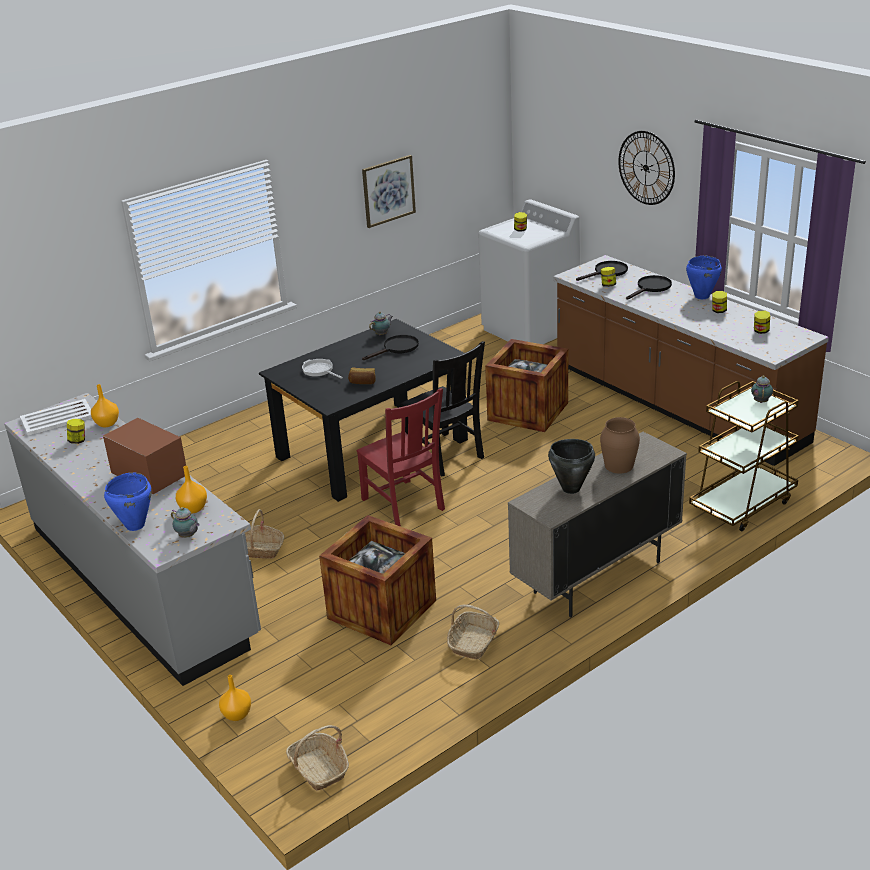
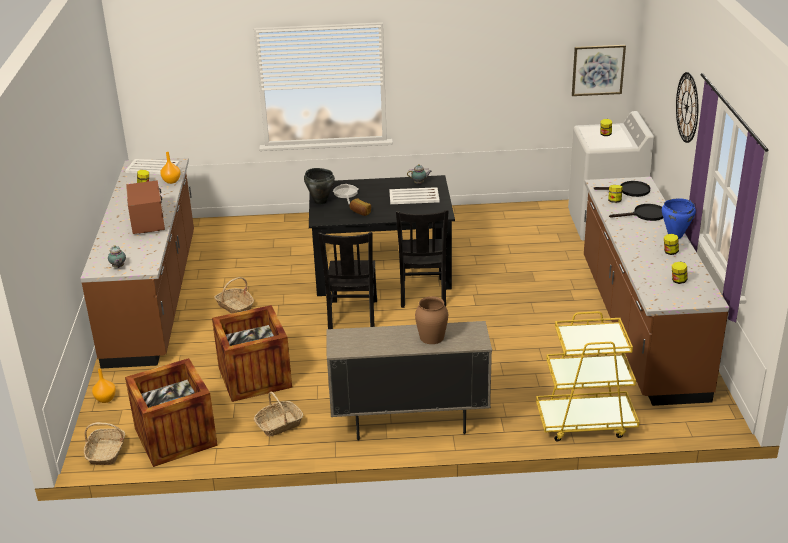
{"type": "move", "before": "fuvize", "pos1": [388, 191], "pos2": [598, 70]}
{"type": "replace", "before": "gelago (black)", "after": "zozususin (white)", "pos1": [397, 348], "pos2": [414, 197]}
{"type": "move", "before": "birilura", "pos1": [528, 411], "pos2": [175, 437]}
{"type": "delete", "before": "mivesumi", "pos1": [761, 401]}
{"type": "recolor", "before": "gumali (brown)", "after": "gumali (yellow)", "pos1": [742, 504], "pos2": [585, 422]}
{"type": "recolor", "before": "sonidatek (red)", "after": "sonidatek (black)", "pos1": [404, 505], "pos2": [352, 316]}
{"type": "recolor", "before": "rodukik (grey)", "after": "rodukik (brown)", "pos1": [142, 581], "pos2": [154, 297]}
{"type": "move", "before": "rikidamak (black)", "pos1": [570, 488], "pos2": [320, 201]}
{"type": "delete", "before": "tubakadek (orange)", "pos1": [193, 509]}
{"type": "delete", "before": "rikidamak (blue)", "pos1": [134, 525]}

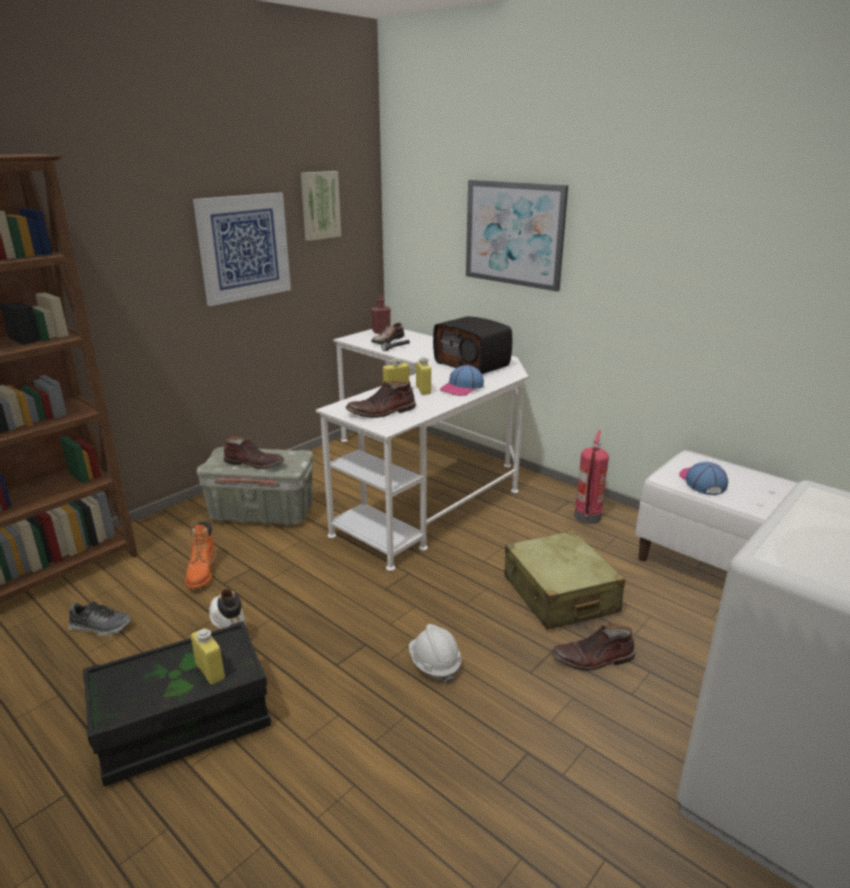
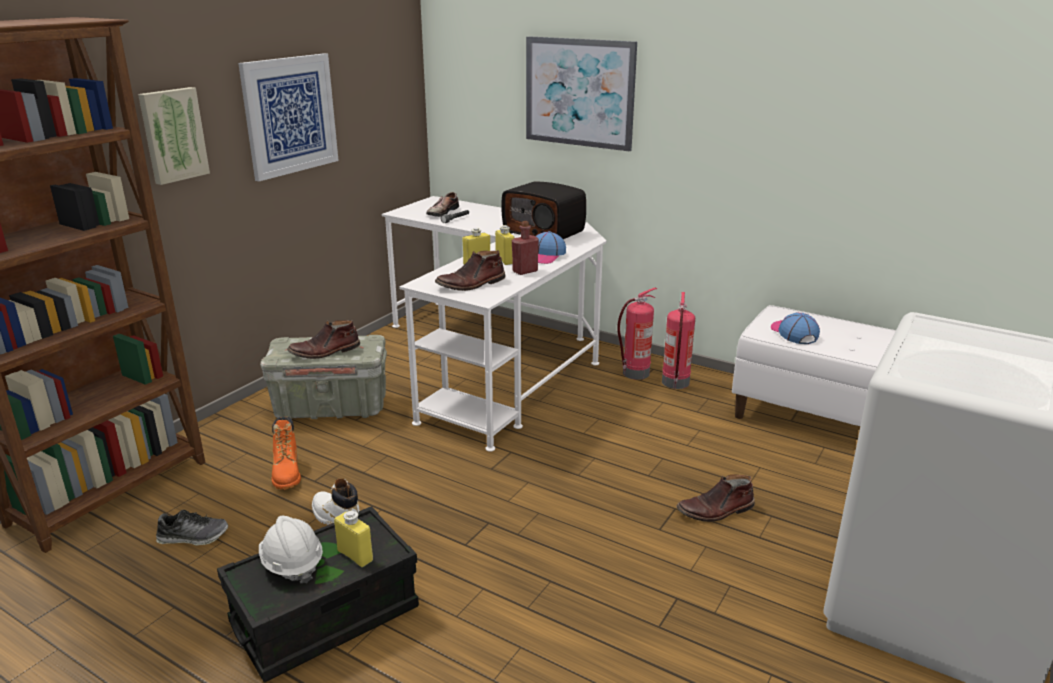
{"type": "move", "before": "fuvize", "pos1": [319, 205], "pos2": [173, 135]}
{"type": "move", "before": "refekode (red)", "pos1": [381, 332], "pos2": [525, 271]}
{"type": "rotate", "before": "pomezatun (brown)", "pos1": [255, 463], "pos2": [325, 352], "turn": 150}
{"type": "delete", "before": "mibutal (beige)", "pos1": [559, 594]}
{"type": "move", "before": "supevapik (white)", "pos1": [434, 664], "pos2": [292, 564]}
{"type": "insert", "after": "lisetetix", "pos2": [635, 373]}

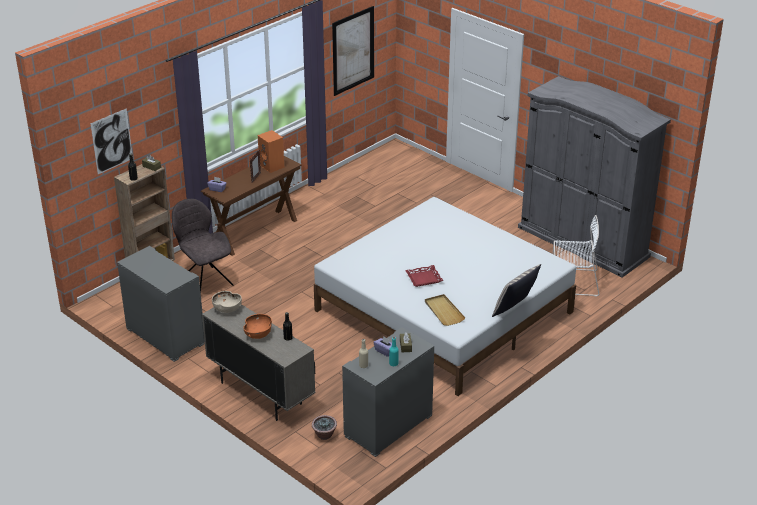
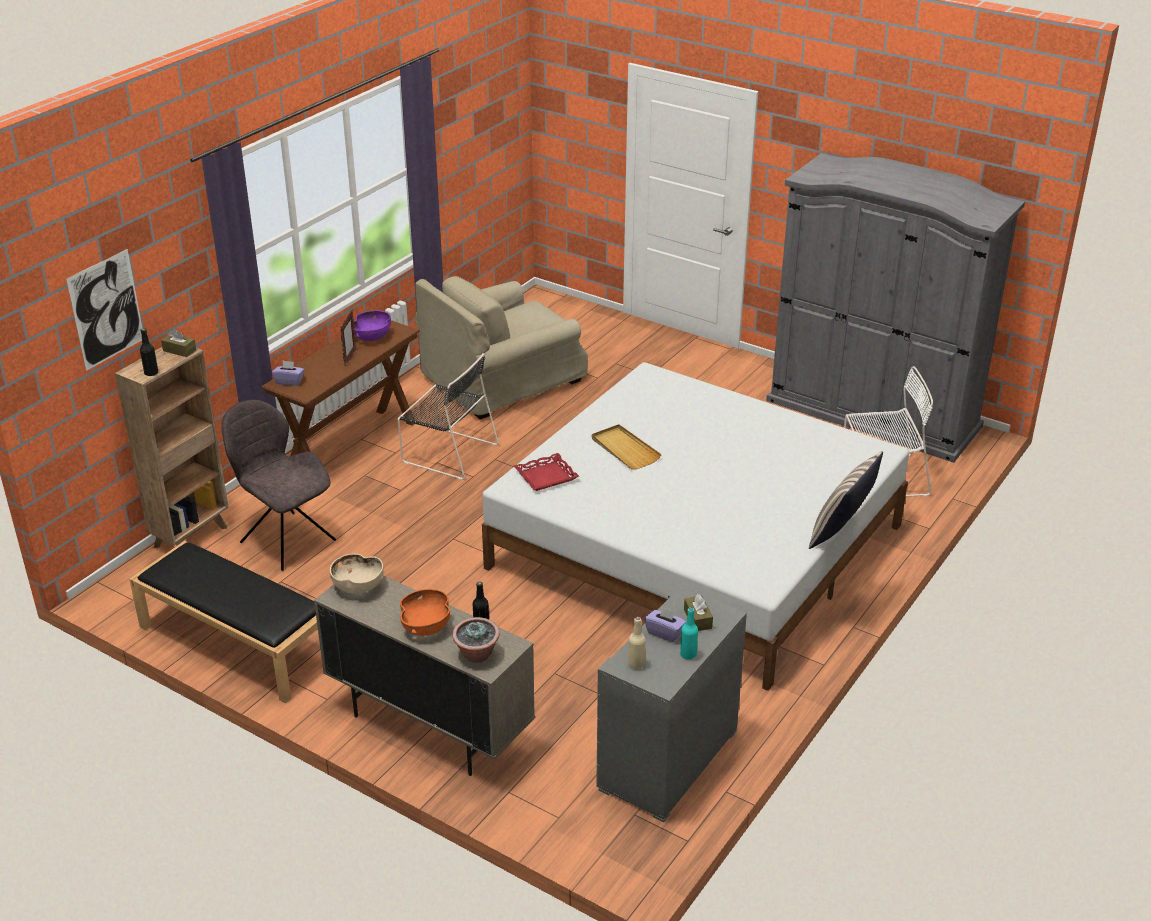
{"type": "delete", "before": "fuvize", "pos1": [353, 50]}
{"type": "replace", "before": "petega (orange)", "after": "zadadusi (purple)", "pos1": [272, 166], "pos2": [372, 337]}
{"type": "replace", "before": "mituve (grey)", "after": "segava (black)", "pos1": [164, 336], "pos2": [235, 643]}
{"type": "move", "before": "zozususin (red)", "pos1": [424, 278], "pos2": [546, 476]}
{"type": "move", "before": "zozususin (beige)", "pos1": [443, 311], "pos2": [624, 449]}
{"type": "move", "before": "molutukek", "pos1": [324, 435], "pos2": [477, 655]}
{"type": "insert", "after": "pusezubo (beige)", "pos2": [504, 379]}
{"type": "insert", "after": "sonidatek (black)", "pos2": [447, 452]}

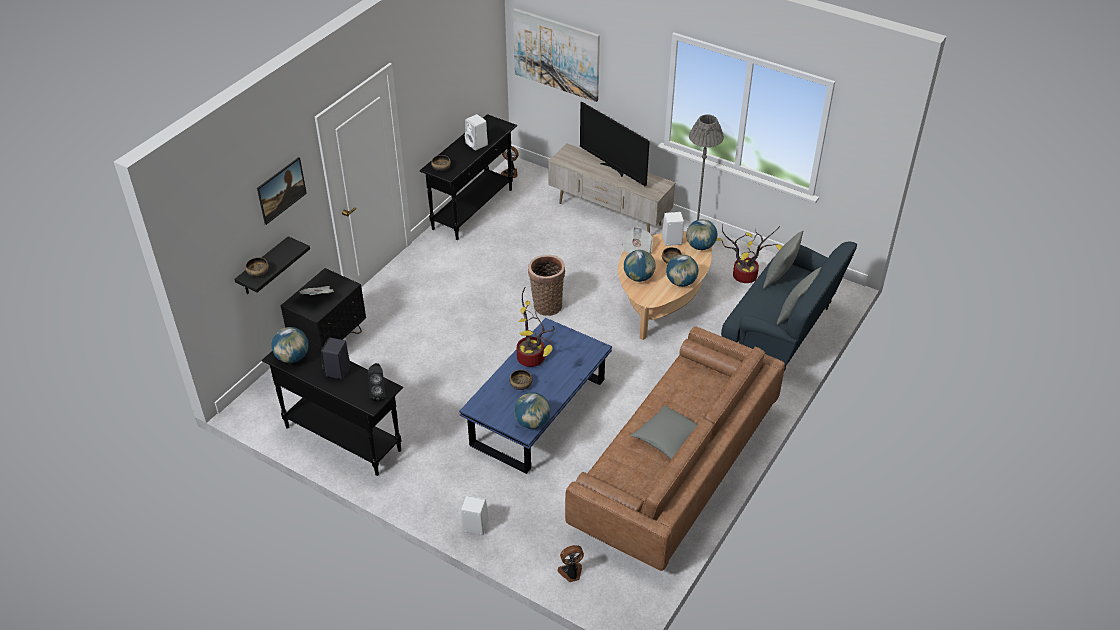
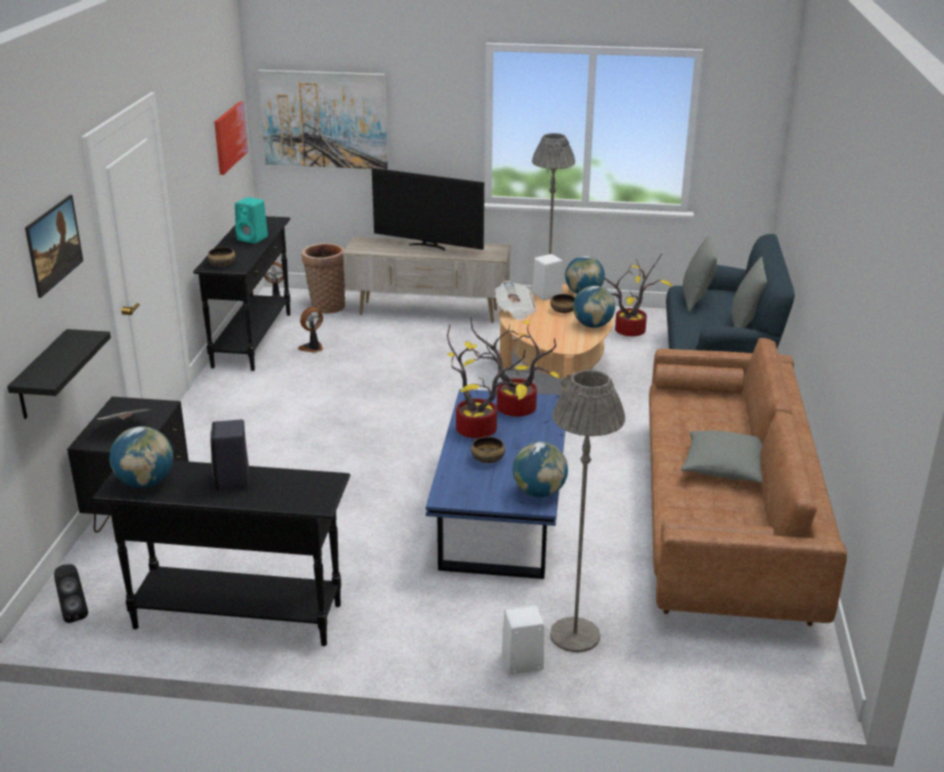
{"type": "recolor", "before": "petega (white)", "after": "petega (turquoise)", "pos1": [477, 144], "pos2": [253, 239]}
{"type": "delete", "before": "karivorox", "pos1": [638, 277]}
{"type": "move", "before": "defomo", "pos1": [546, 304], "pos2": [326, 306]}
{"type": "delete", "before": "zadadusi", "pos1": [258, 273]}
{"type": "move", "before": "petega (black)", "pos1": [378, 393], "pos2": [73, 613]}
{"type": "move", "before": "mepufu", "pos1": [571, 573], "pos2": [312, 348]}
{"type": "insert", "after": "fuvize", "pos2": [229, 137]}
{"type": "insert", "after": "molutukek", "pos2": [512, 409]}
{"type": "insert", "after": "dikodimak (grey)", "pos2": [574, 635]}

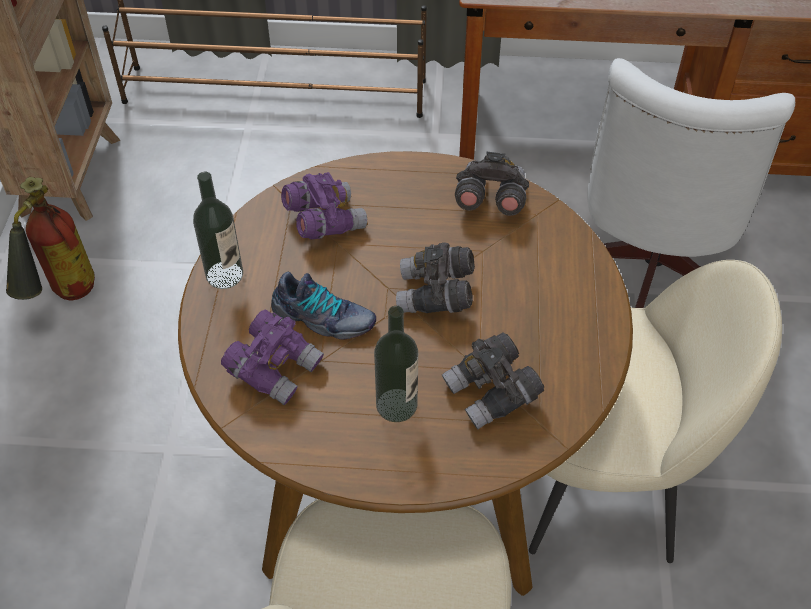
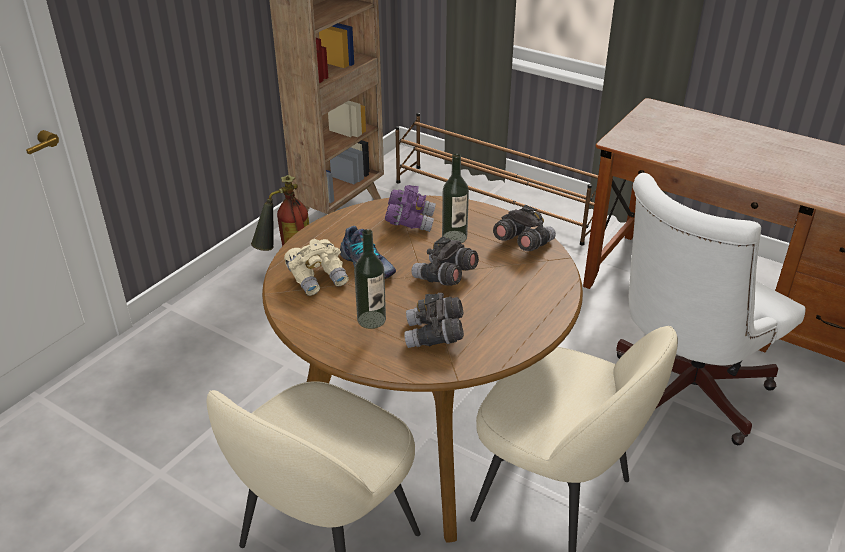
{"type": "move", "before": "refekode", "pos1": [224, 275], "pos2": [454, 237]}
{"type": "recolor", "before": "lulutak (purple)", "after": "lulutak (beige)", "pos1": [275, 368], "pos2": [318, 278]}

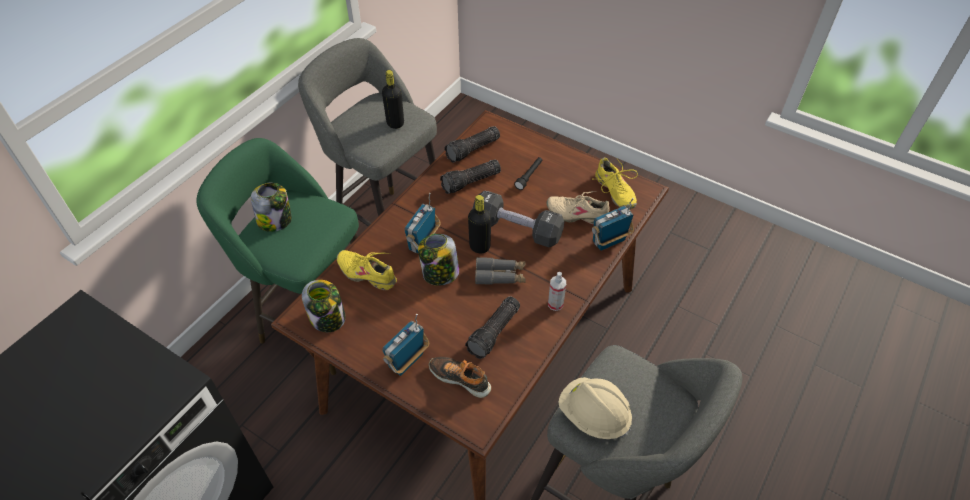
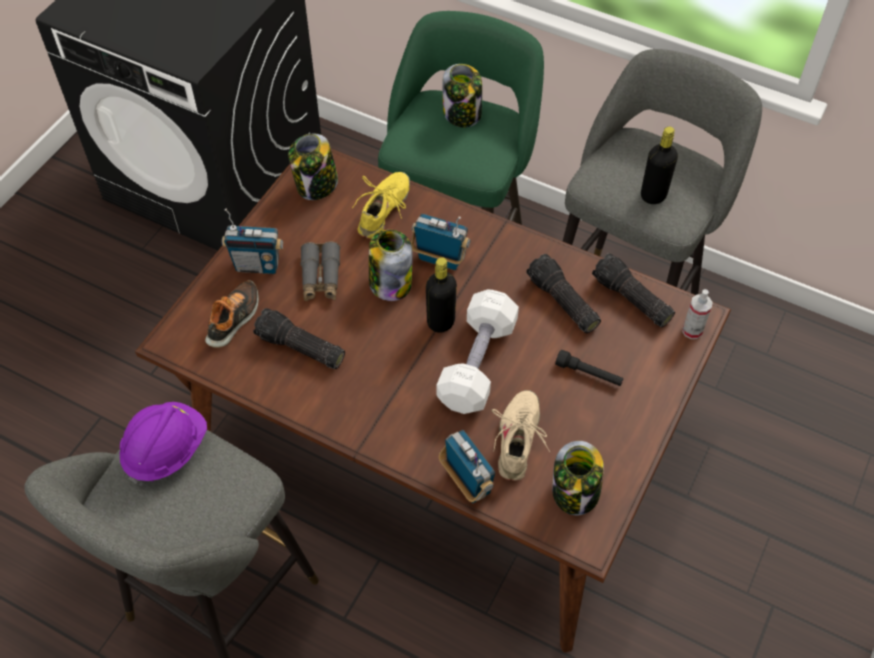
{"type": "replace", "before": "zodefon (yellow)", "after": "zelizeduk", "pos1": [614, 192], "pos2": [575, 492]}
{"type": "recolor", "before": "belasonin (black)", "after": "belasonin (white)", "pos1": [517, 229], "pos2": [477, 363]}
{"type": "move", "before": "lulutak (grey)", "pos1": [500, 275], "pos2": [321, 278]}
{"type": "move", "before": "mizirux", "pos1": [555, 304], "pos2": [692, 330]}
{"type": "rotate", "before": "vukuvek", "pos1": [407, 361], "pos2": [257, 265], "turn": 150}
{"type": "recolor", "before": "supevapik (beige)", "after": "supevapik (purple)", "pos1": [593, 415], "pos2": [166, 450]}

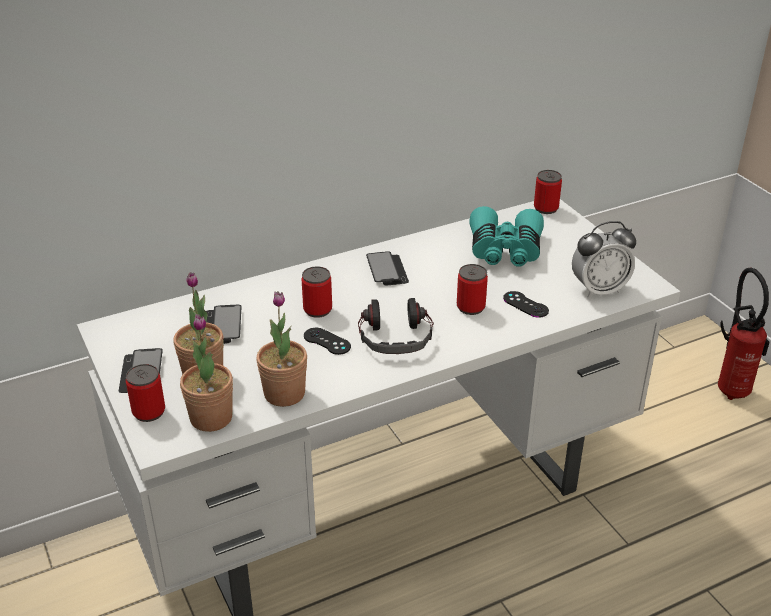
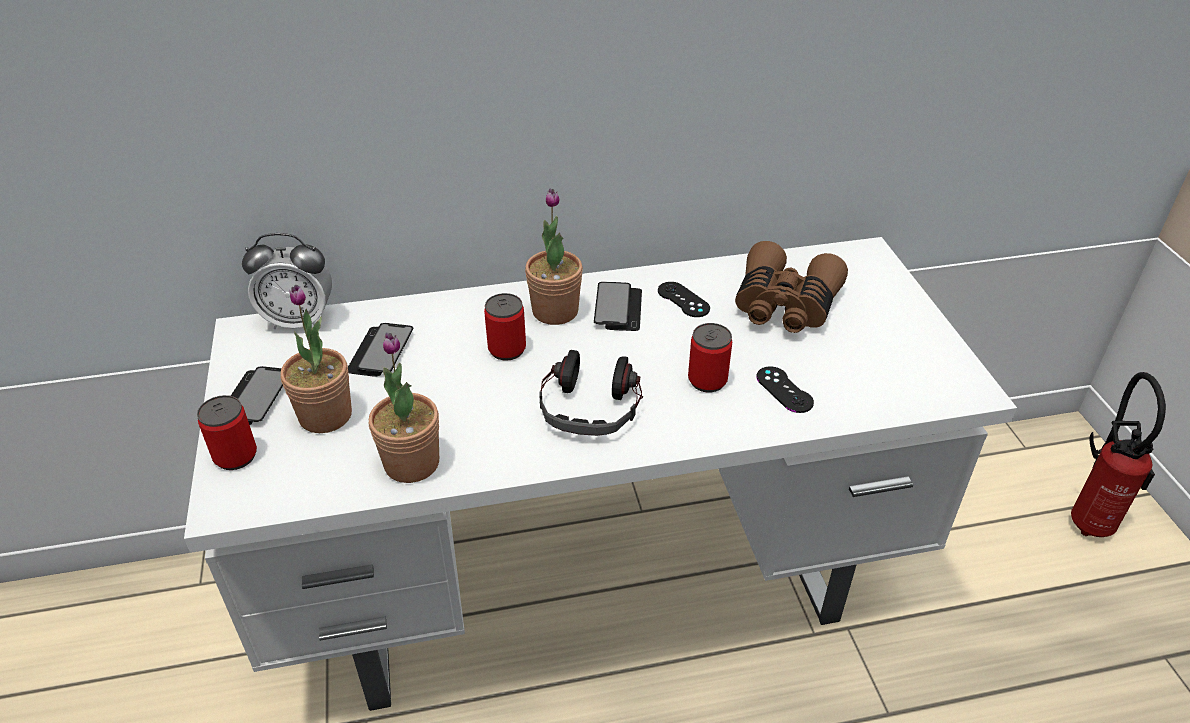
{"type": "delete", "before": "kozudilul", "pos1": [546, 208]}
{"type": "recolor", "before": "lulutak (turquoise)", "after": "lulutak (brown)", "pos1": [505, 251], "pos2": [784, 305]}
{"type": "move", "before": "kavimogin", "pos1": [599, 290], "pos2": [299, 321]}
{"type": "move", "before": "molutukek", "pos1": [211, 418], "pos2": [555, 311]}
{"type": "move", "before": "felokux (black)", "pos1": [327, 341], "pos2": [683, 300]}

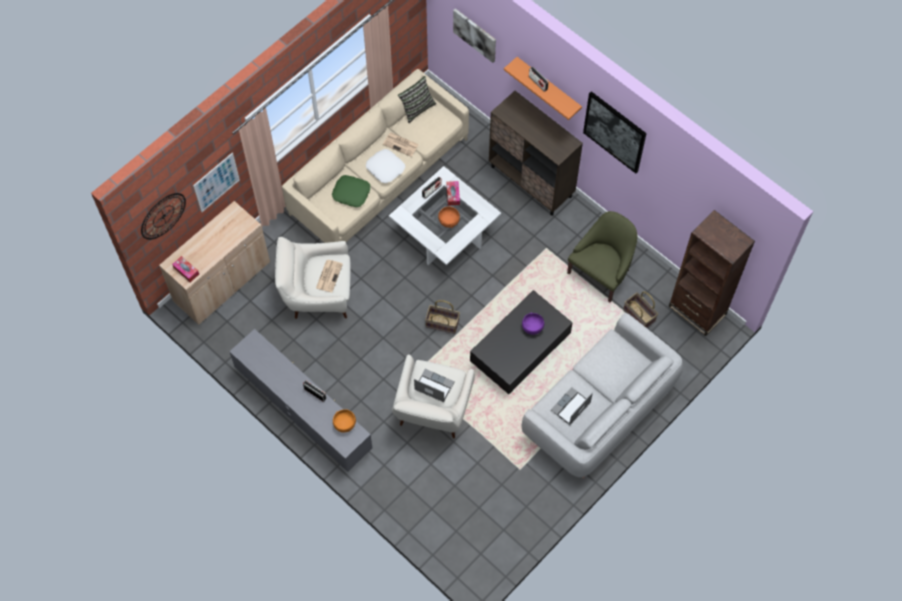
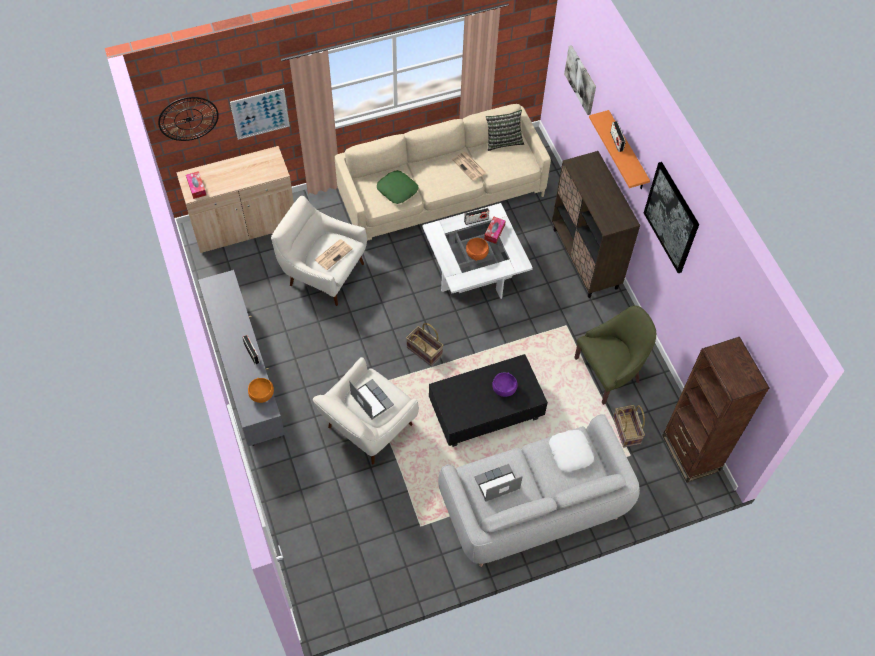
{"type": "move", "before": "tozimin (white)", "pos1": [385, 168], "pos2": [570, 452]}

